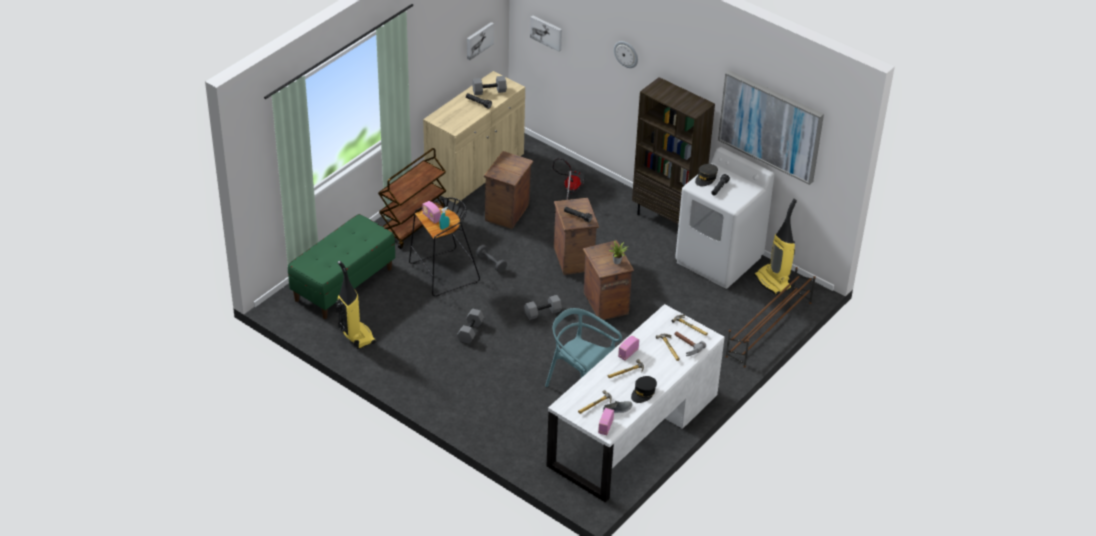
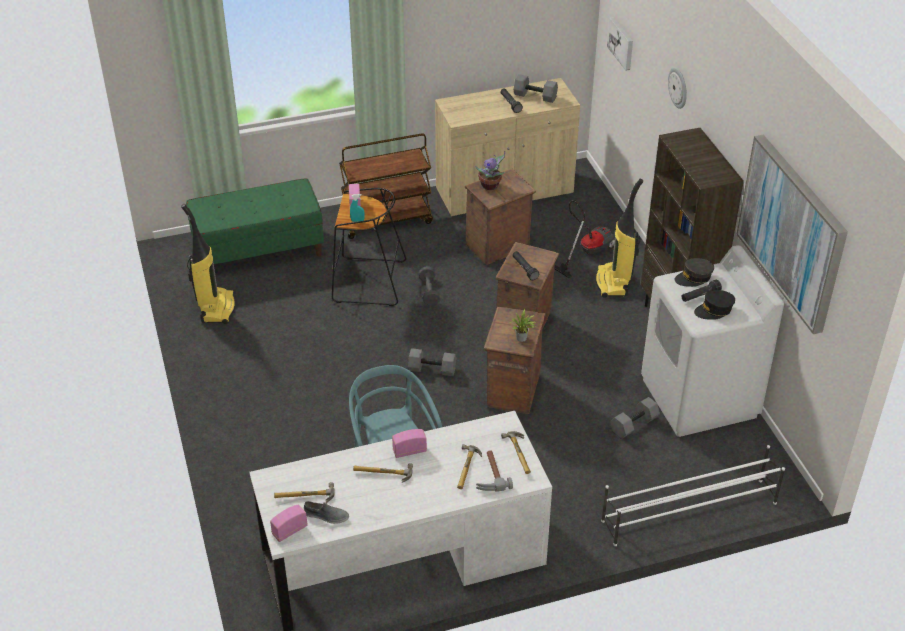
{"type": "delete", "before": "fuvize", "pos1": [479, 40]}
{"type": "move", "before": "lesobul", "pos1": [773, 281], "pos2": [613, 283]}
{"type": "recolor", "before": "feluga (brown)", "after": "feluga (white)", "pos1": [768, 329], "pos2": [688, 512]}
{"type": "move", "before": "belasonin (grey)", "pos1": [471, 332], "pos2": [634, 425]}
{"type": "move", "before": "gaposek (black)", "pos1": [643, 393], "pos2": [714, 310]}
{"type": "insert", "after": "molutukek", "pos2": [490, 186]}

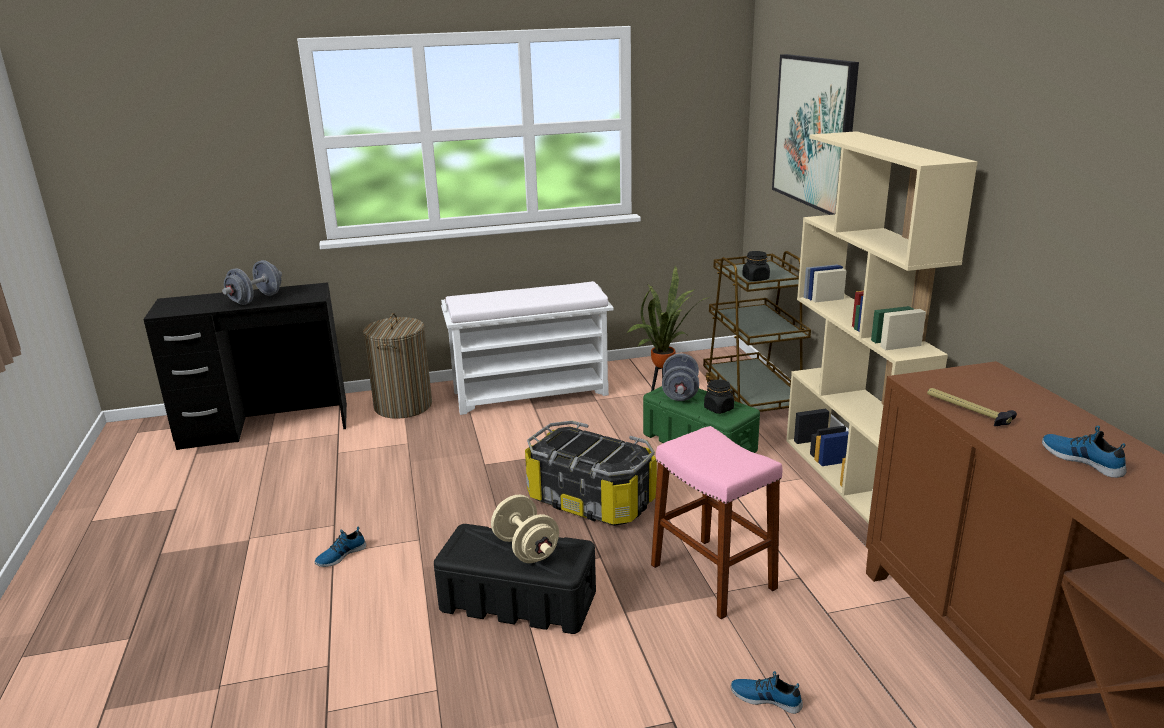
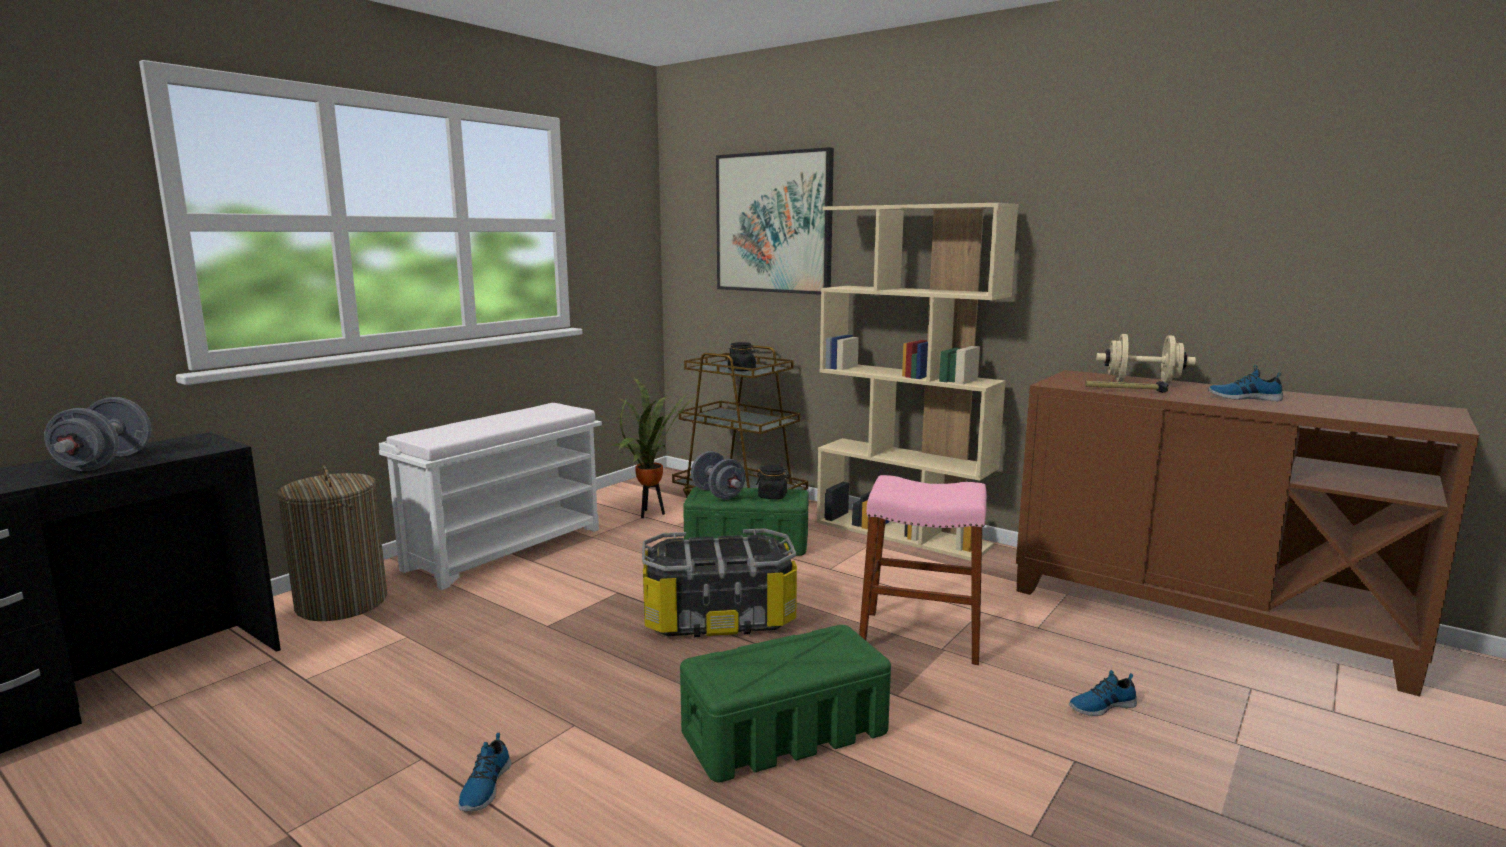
{"type": "move", "before": "belasonin (beige)", "pos1": [526, 549], "pos2": [1142, 382]}
{"type": "recolor", "before": "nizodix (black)", "after": "nizodix (green)", "pos1": [517, 601], "pos2": [783, 733]}

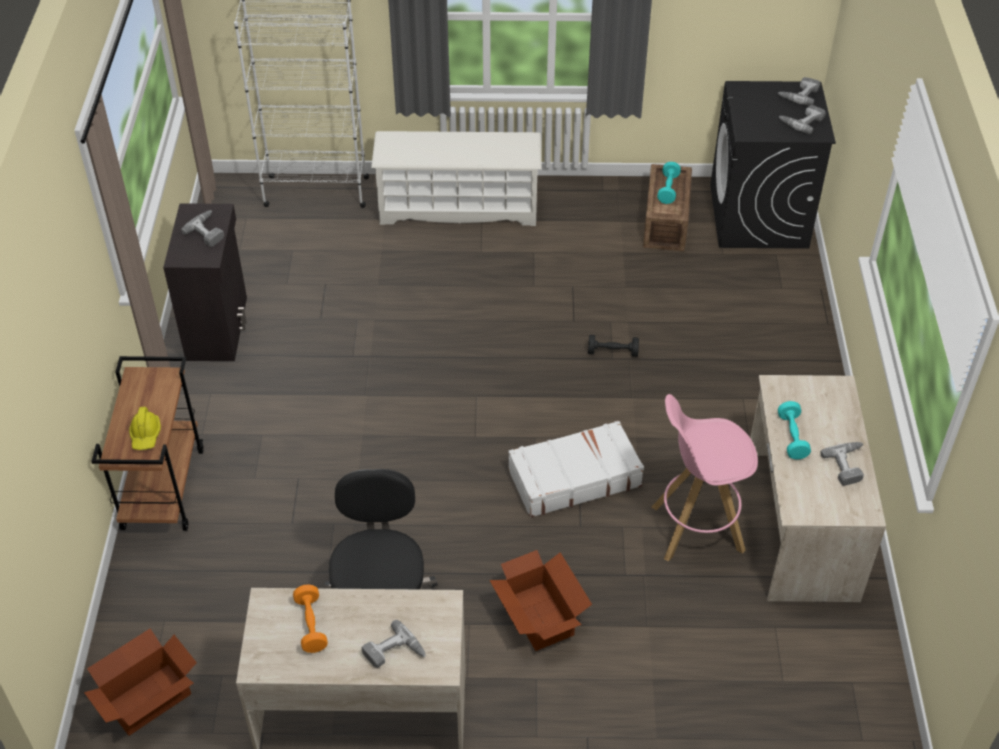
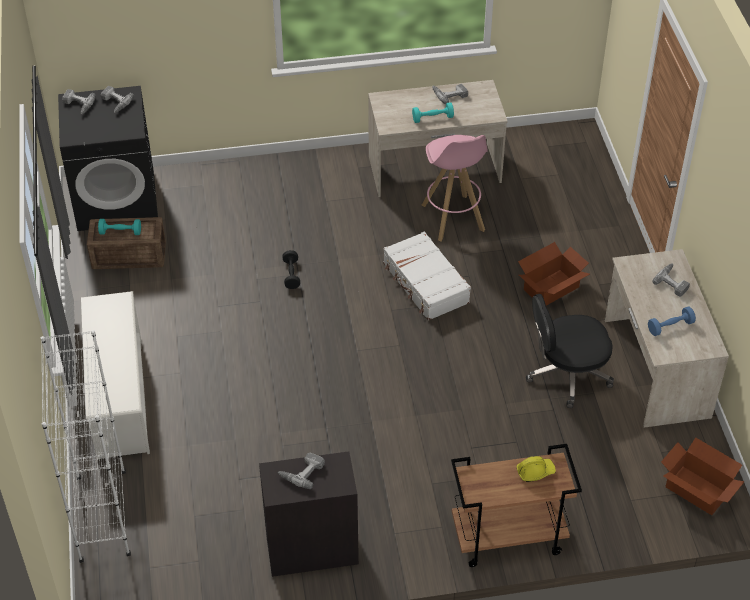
{"type": "recolor", "before": "belasonin (orange)", "after": "belasonin (blue)", "pos1": [311, 625], "pos2": [670, 327]}

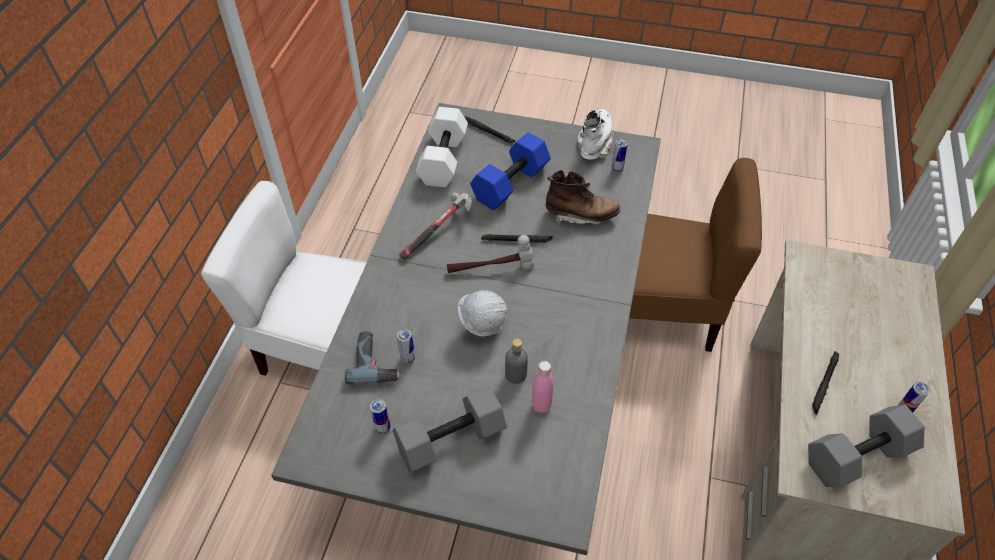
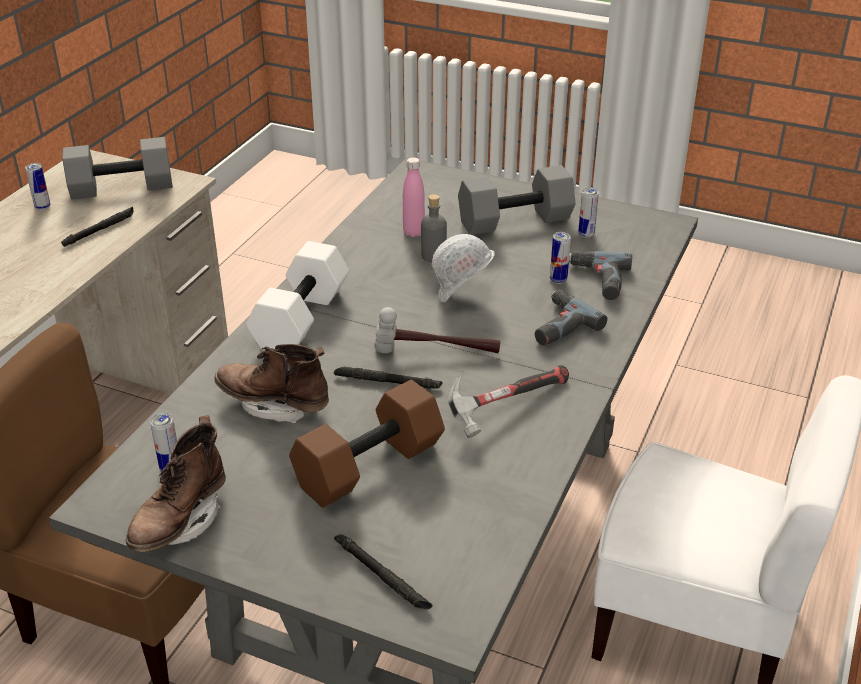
{"type": "move", "before": "belasonin (white)", "pos1": [442, 158], "pos2": [302, 320]}
{"type": "recolor", "before": "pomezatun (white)", "after": "pomezatun (brown)", "pos1": [595, 143], "pos2": [180, 521]}
{"type": "recolor", "before": "belasonin (blue)", "after": "belasonin (brown)", "pos1": [510, 182], "pos2": [369, 467]}
{"type": "insert", "after": "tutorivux", "pos2": [557, 325]}

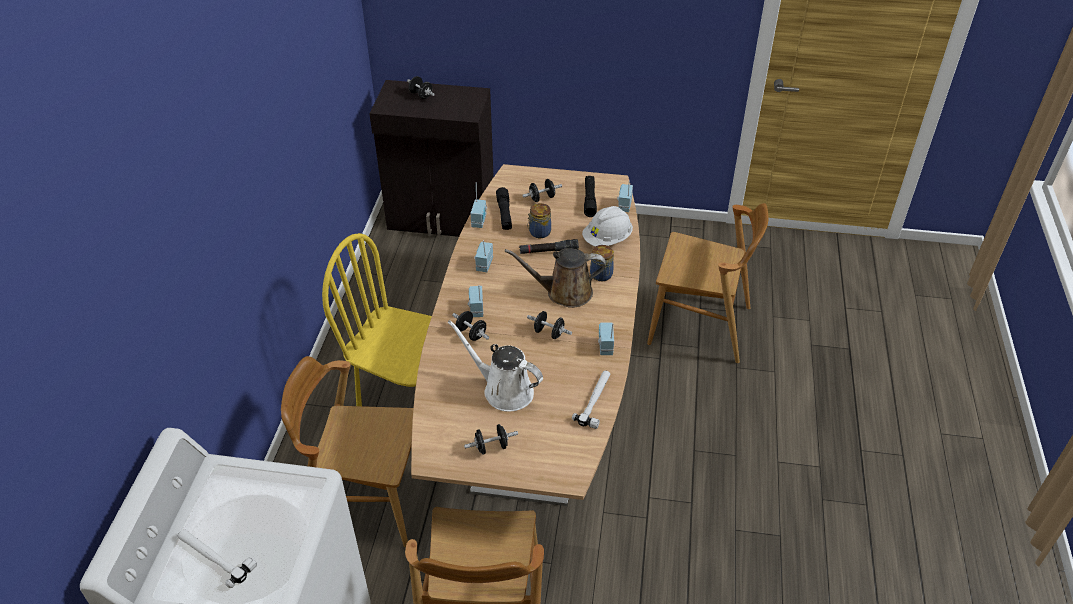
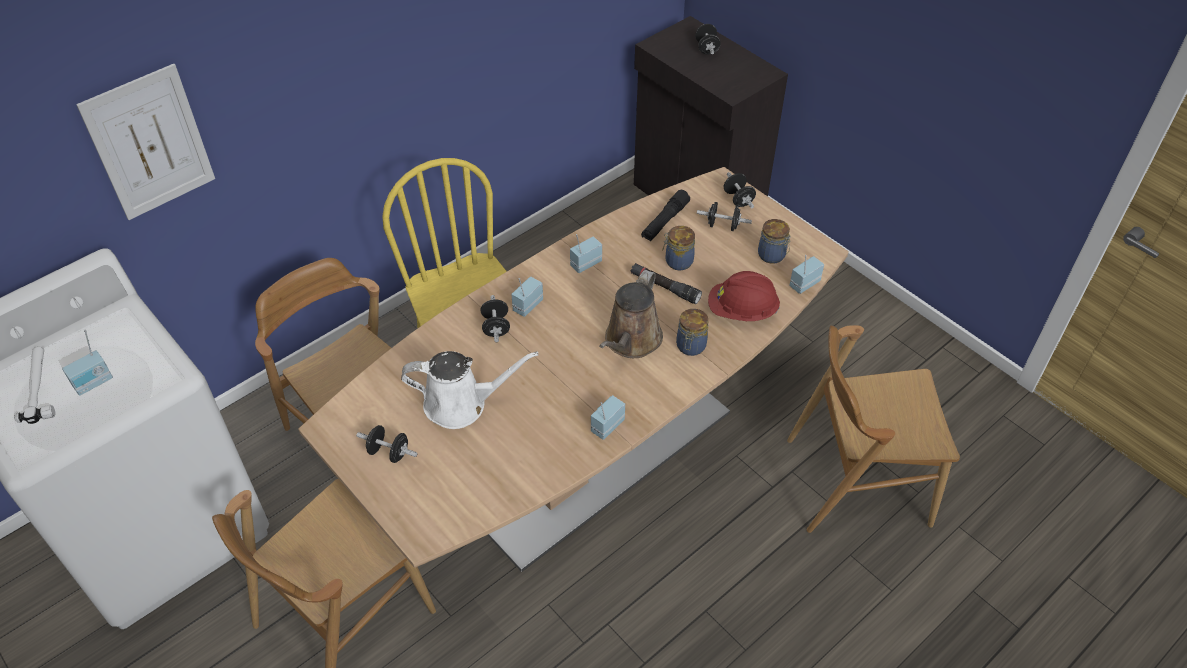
{"type": "replace", "before": "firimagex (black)", "after": "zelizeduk", "pos1": [589, 200], "pos2": [772, 256]}
{"type": "move", "before": "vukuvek", "pos1": [480, 221], "pos2": [94, 383]}
{"type": "rotate", "before": "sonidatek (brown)", "pos1": [700, 326], "pos2": [856, 481], "turn": 120}
{"type": "recolor", "before": "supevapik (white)", "after": "supevapik (red)", "pos1": [607, 239], "pos2": [742, 311]}
{"type": "rotate", "before": "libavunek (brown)", "pos1": [564, 292], "pos2": [631, 341], "turn": -105}
{"type": "move", "before": "belasonin (black)", "pos1": [549, 333], "pos2": [738, 199]}
{"type": "rotate", "before": "libavunek (white)", "pos1": [503, 390], "pos2": [461, 404], "turn": 105}
{"type": "delete", "before": "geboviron", "pos1": [596, 400]}
{"type": "insert", "after": "fuvize", "pos2": [149, 143]}

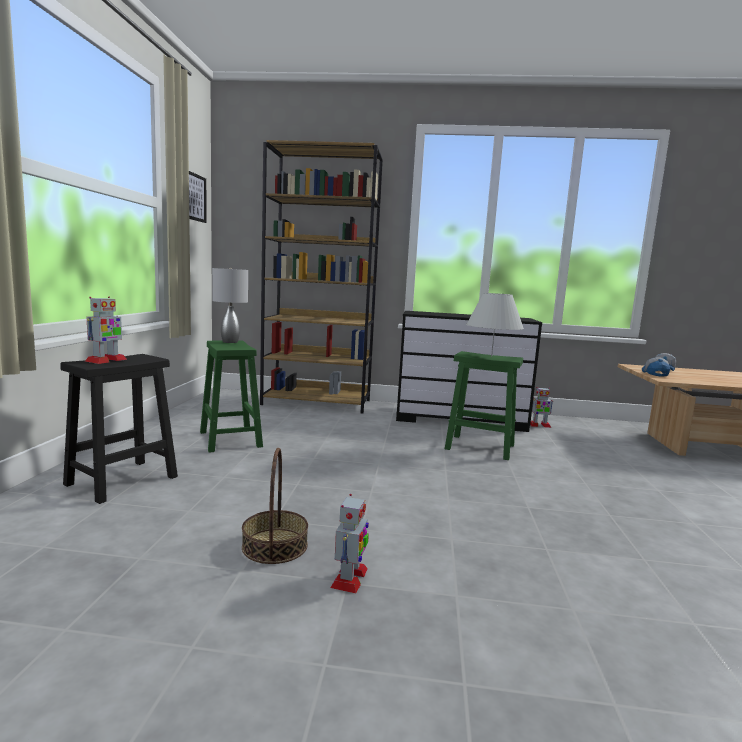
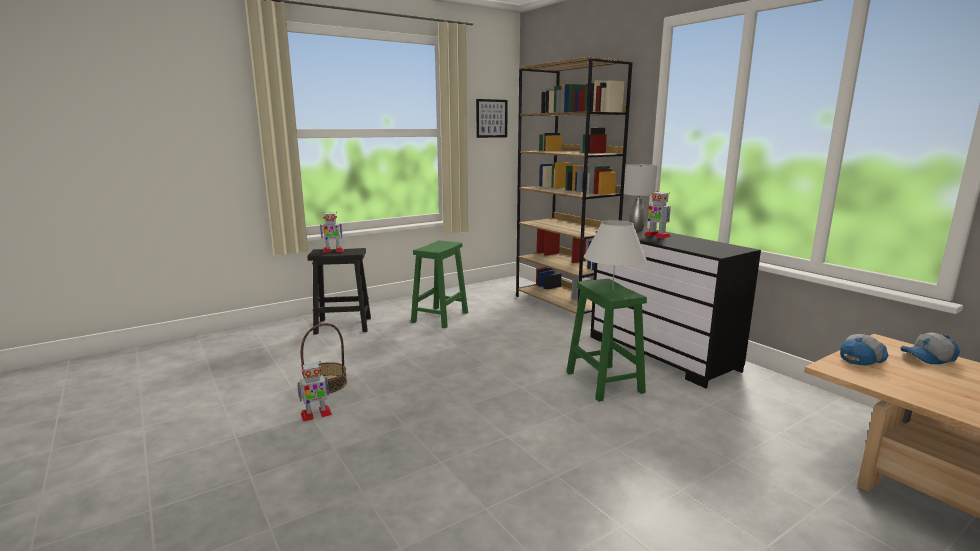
{"type": "move", "before": "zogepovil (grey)", "pos1": [230, 342], "pos2": [636, 229]}
{"type": "move", "before": "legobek", "pos1": [539, 425], "pos2": [656, 236]}

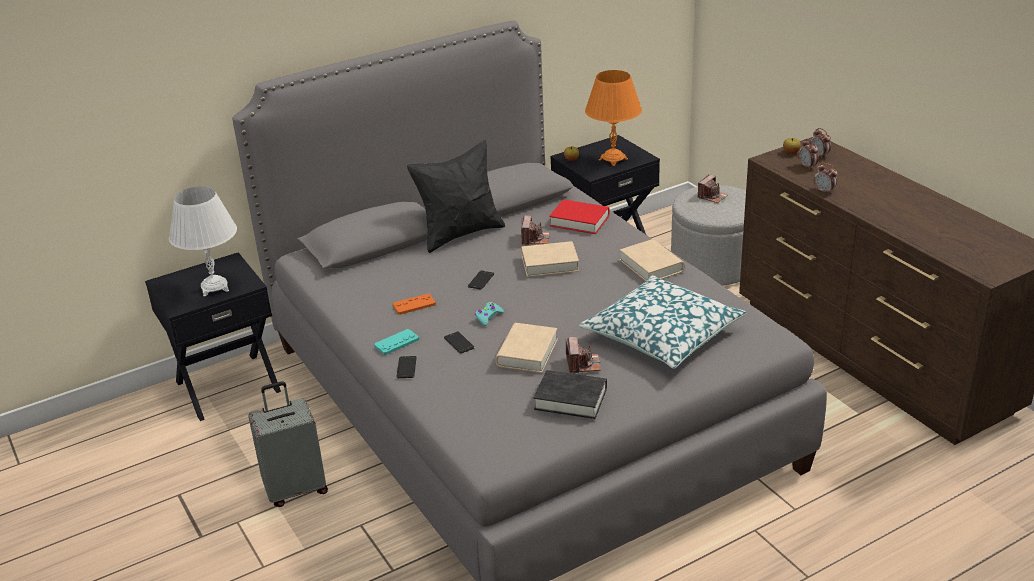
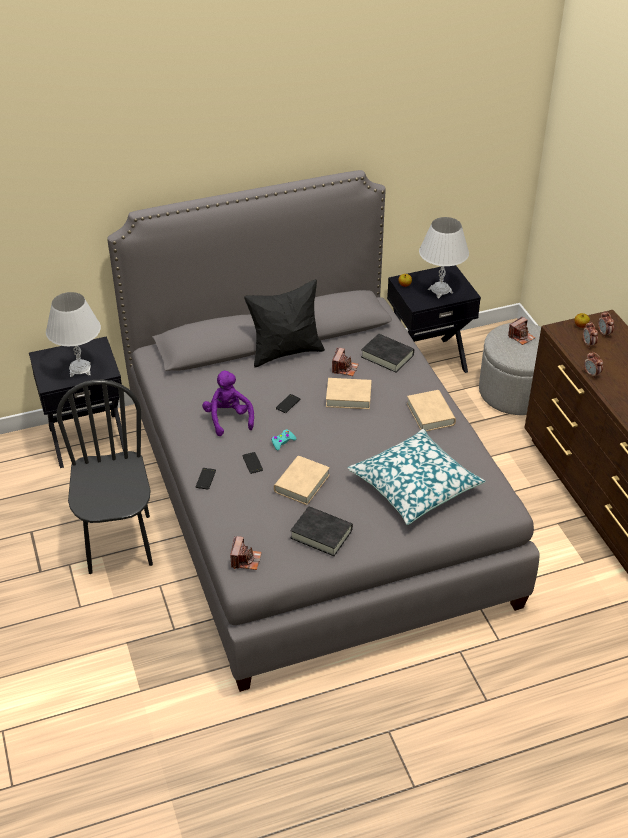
{"type": "recolor", "before": "zogepovil (orange)", "after": "zogepovil (white)", "pos1": [613, 159], "pos2": [440, 291]}
{"type": "recolor", "before": "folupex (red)", "after": "folupex (black)", "pos1": [579, 221], "pos2": [387, 356]}
{"type": "replace", "before": "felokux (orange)", "after": "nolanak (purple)", "pos1": [414, 305], "pos2": [228, 418]}
{"type": "delete", "before": "felokux (turquoise)", "pos1": [396, 343]}
{"type": "move", "before": "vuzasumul", "pos1": [583, 364], "pos2": [245, 560]}
{"type": "replace", "before": "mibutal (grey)", "after": "sonidatek (black)", "pos1": [296, 489], "pos2": [119, 544]}

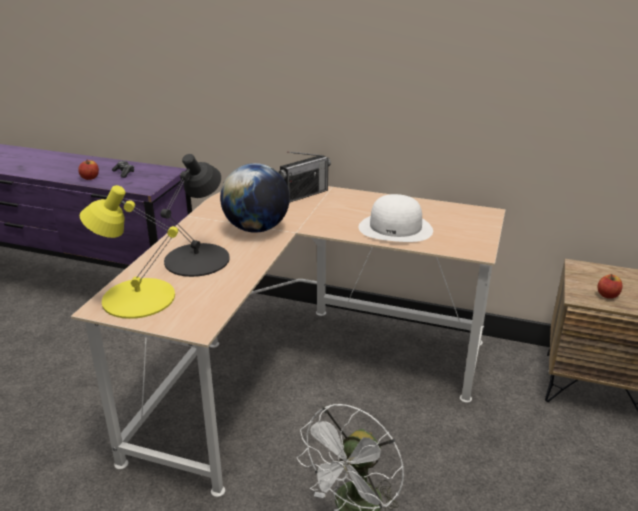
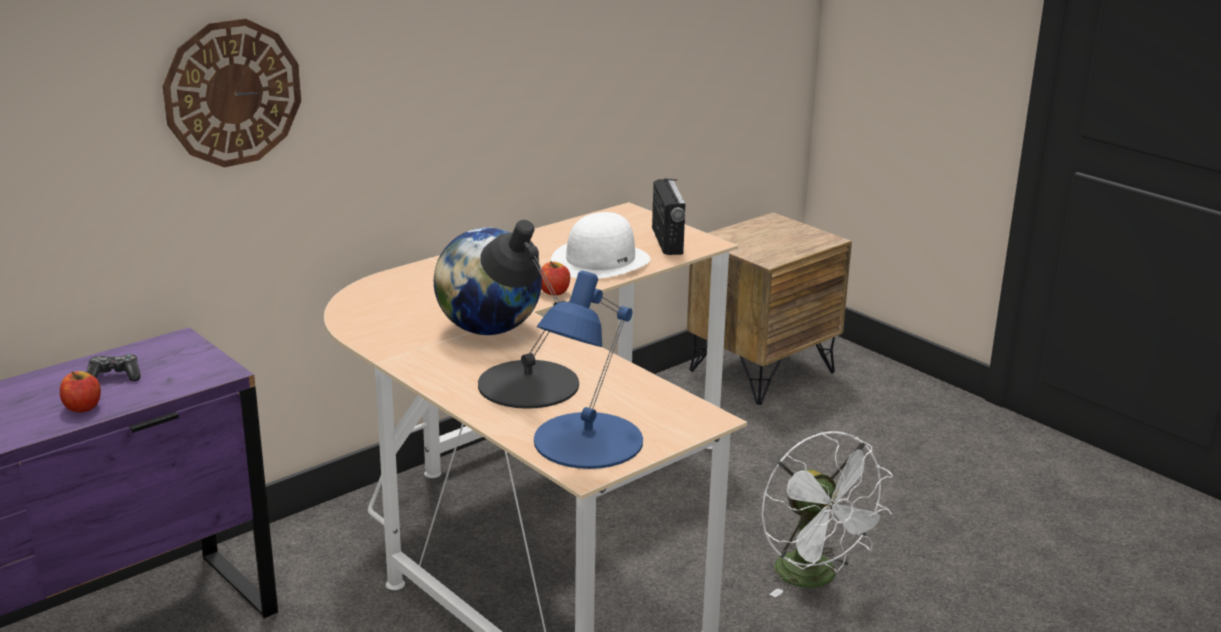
{"type": "move", "before": "vukuvek", "pos1": [304, 194], "pos2": [667, 241]}
{"type": "recolor", "before": "zogepovil (yellow)", "after": "zogepovil (blue)", "pos1": [137, 297], "pos2": [586, 441]}
{"type": "move", "before": "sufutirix", "pos1": [607, 295], "pos2": [554, 292]}
{"type": "insert", "after": "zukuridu", "pos2": [232, 93]}

